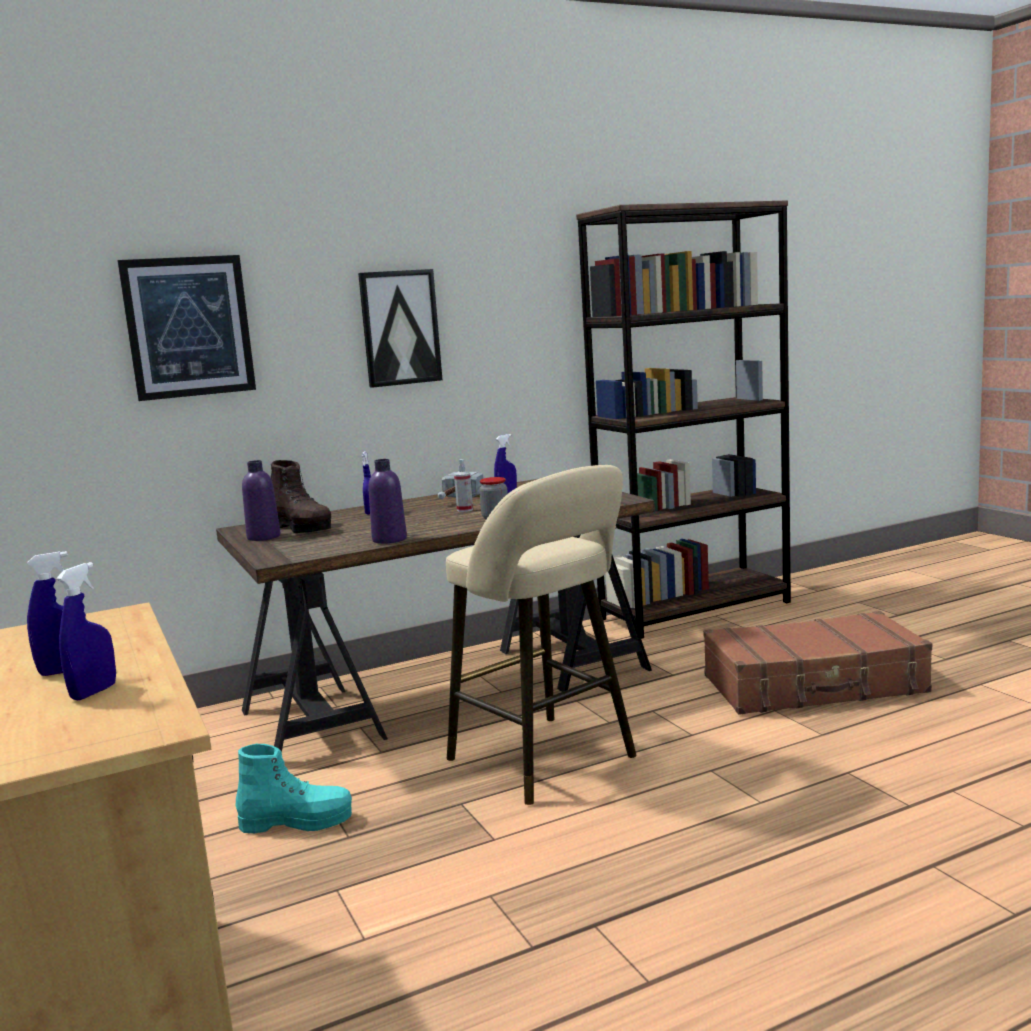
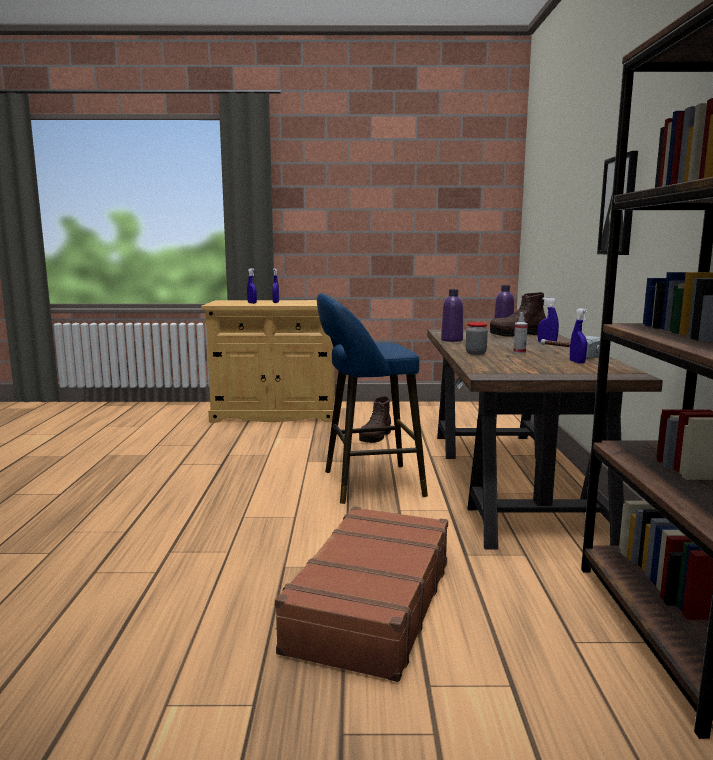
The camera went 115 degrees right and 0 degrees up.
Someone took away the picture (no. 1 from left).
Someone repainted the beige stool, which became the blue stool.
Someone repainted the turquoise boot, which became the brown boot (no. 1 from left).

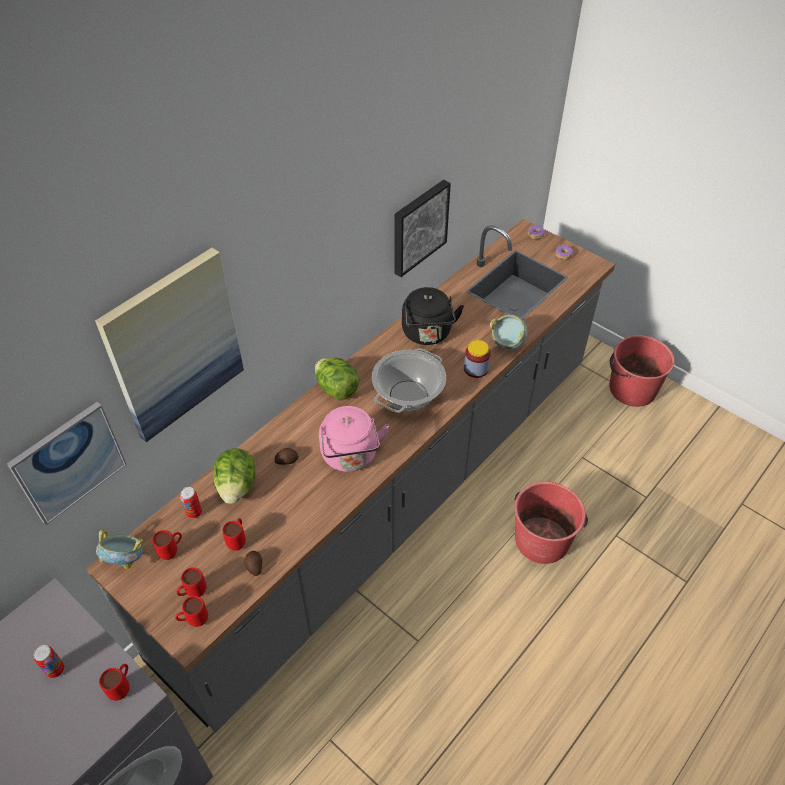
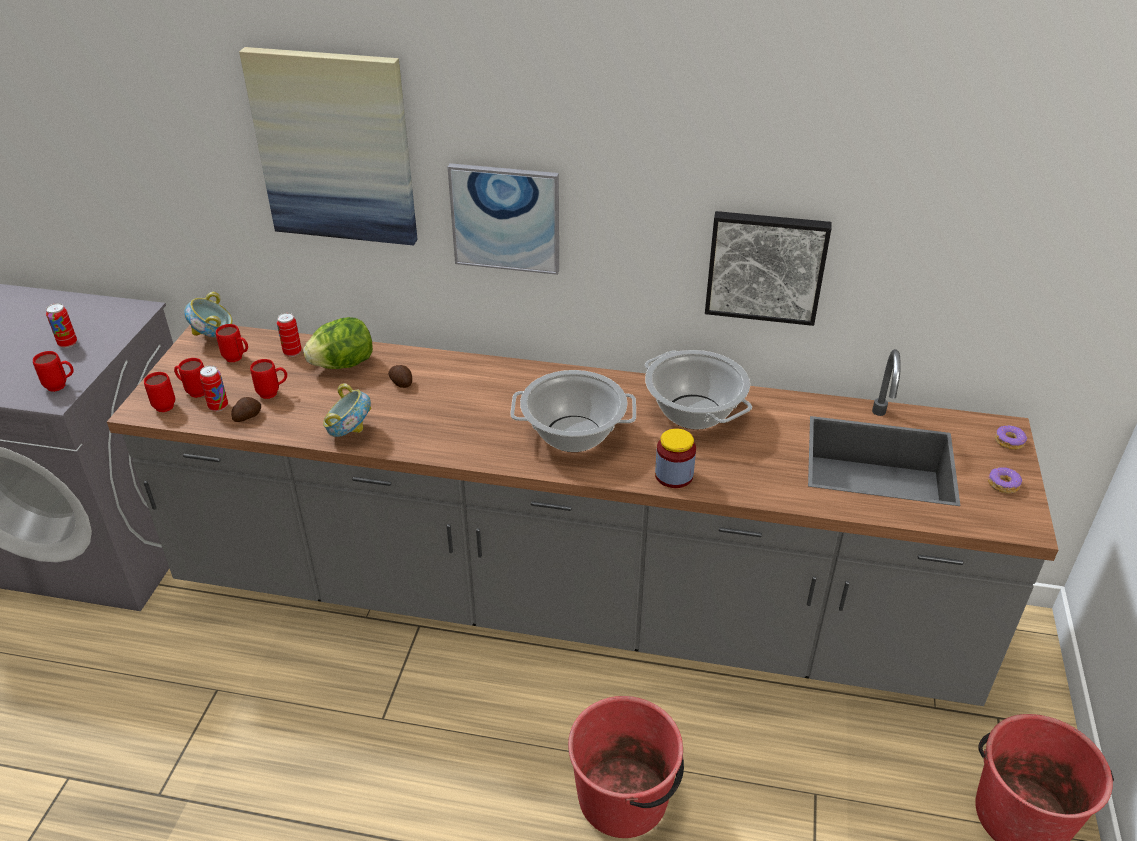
The camera went 60 degrees right and 10 degrees down.
Someone swapped the black kettle for the cooking pot (no. 2 from left).
Someone carried the bowl (no. 2 from left).
Someone took away the lettuce (no. 2 from left).
Someone carried the picture (no. 1 from left in the first image).
Someone took away the pink kettle.
Someone put down the can (no. 2 from left).

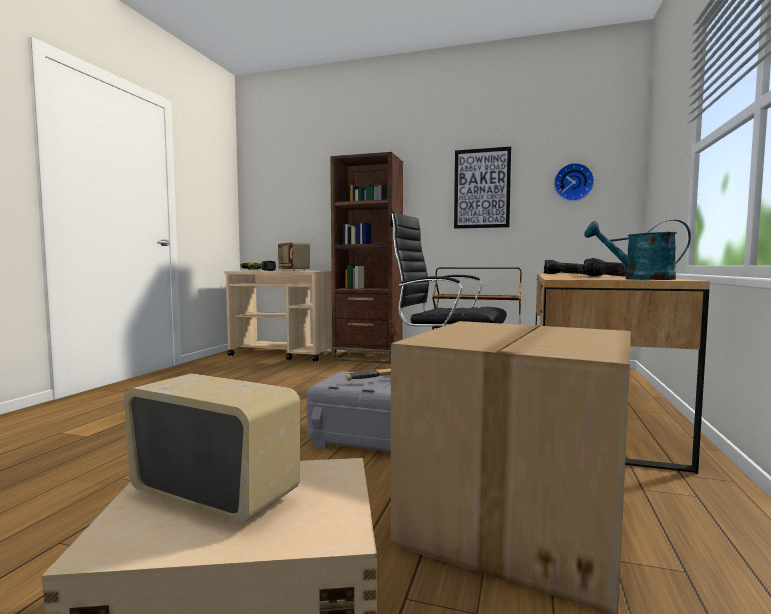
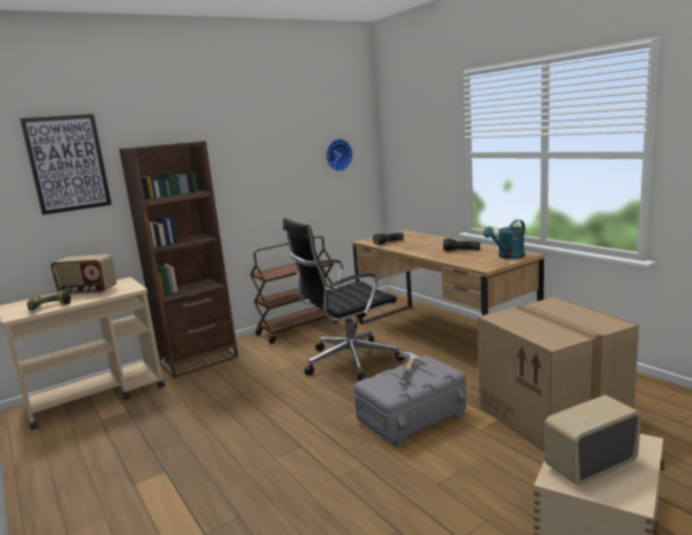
The camera went 50 degrees left and 10 degrees up.
Someone carried the picture.

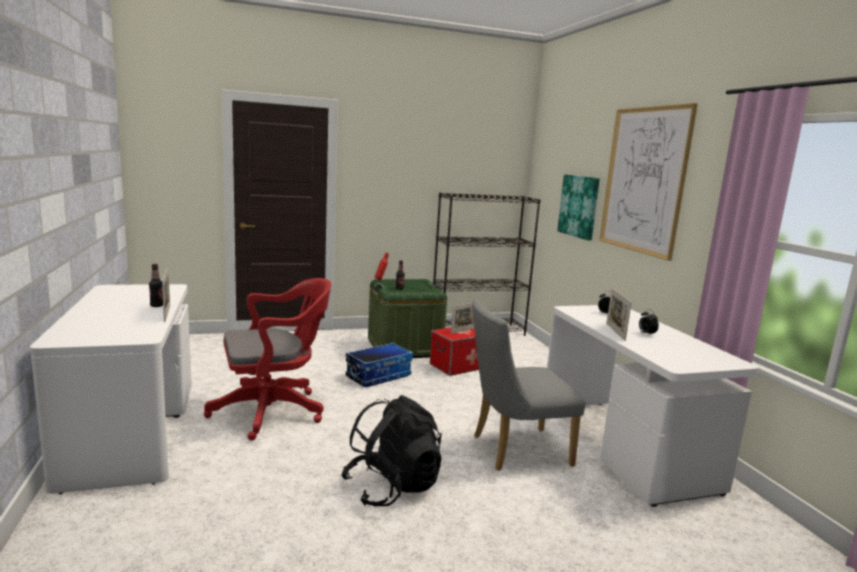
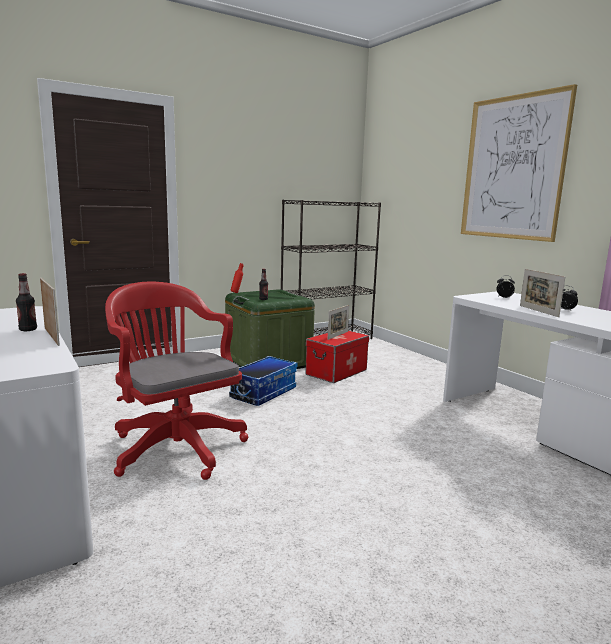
The camera went 15 degrees left and 0 degrees up.
Someone took away the picture (no. 1 from left).
Someone rotated the red office chair by 90 degrees counterclockwise.
Someone took away the grey chair.
Someone took away the black backpack.

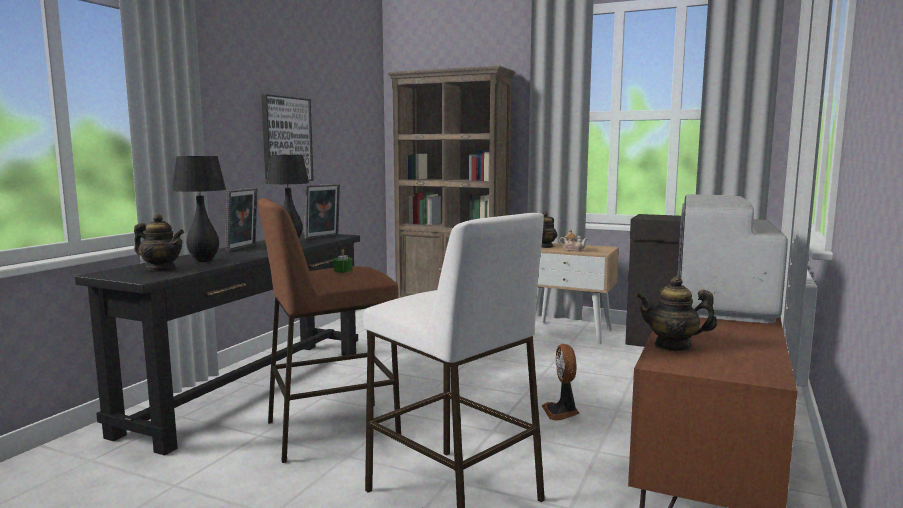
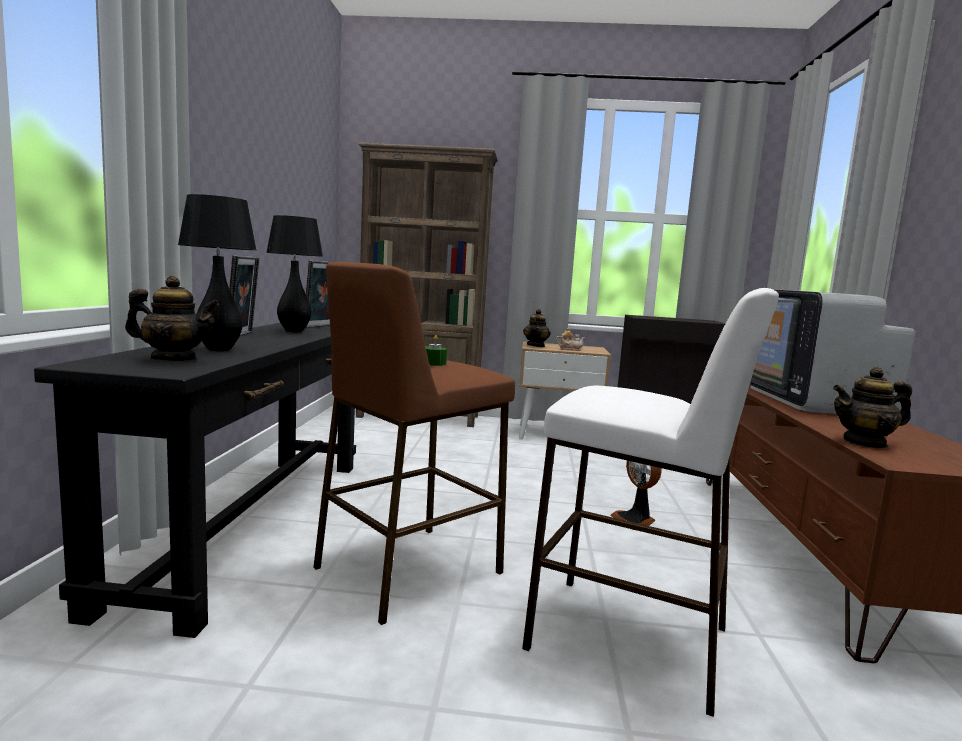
The camera went 20 degrees left and 0 degrees up.
Someone took away the picture.

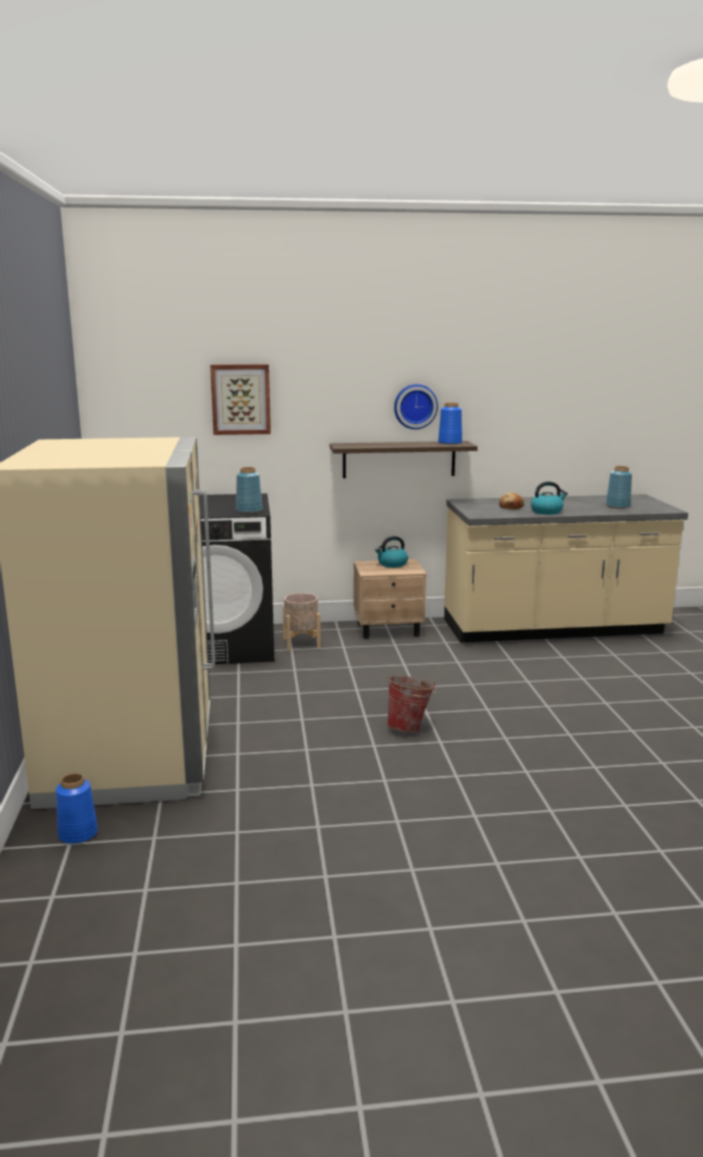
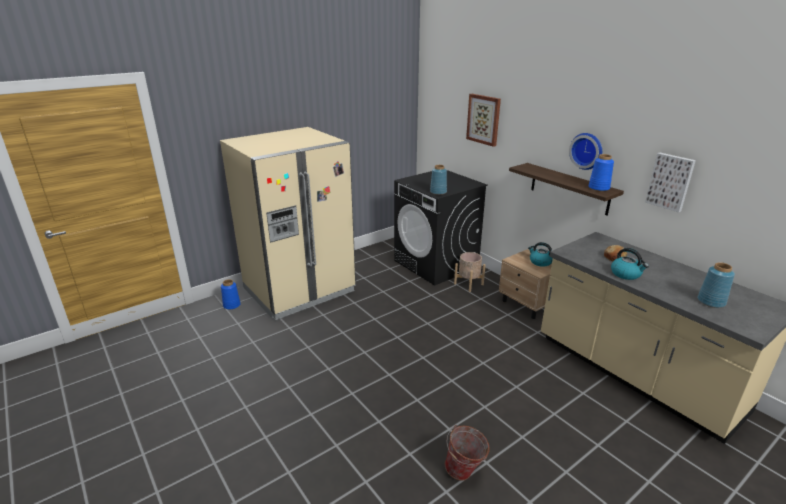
The camera went 60 degrees right and 10 degrees up.
Someone carried the bucket.
Someone put up the picture (no. 2 from left).

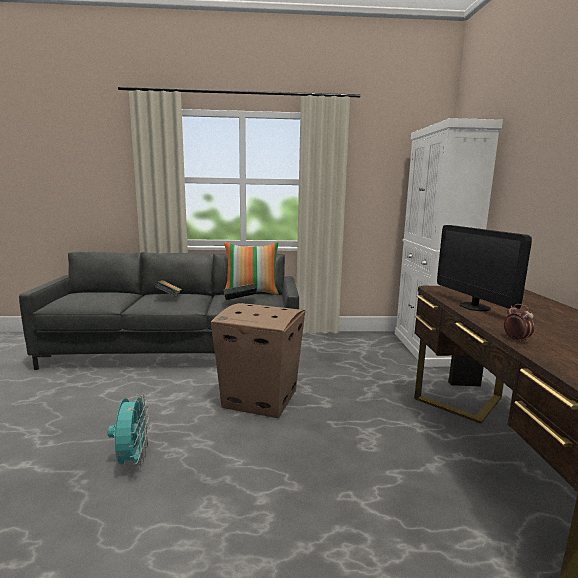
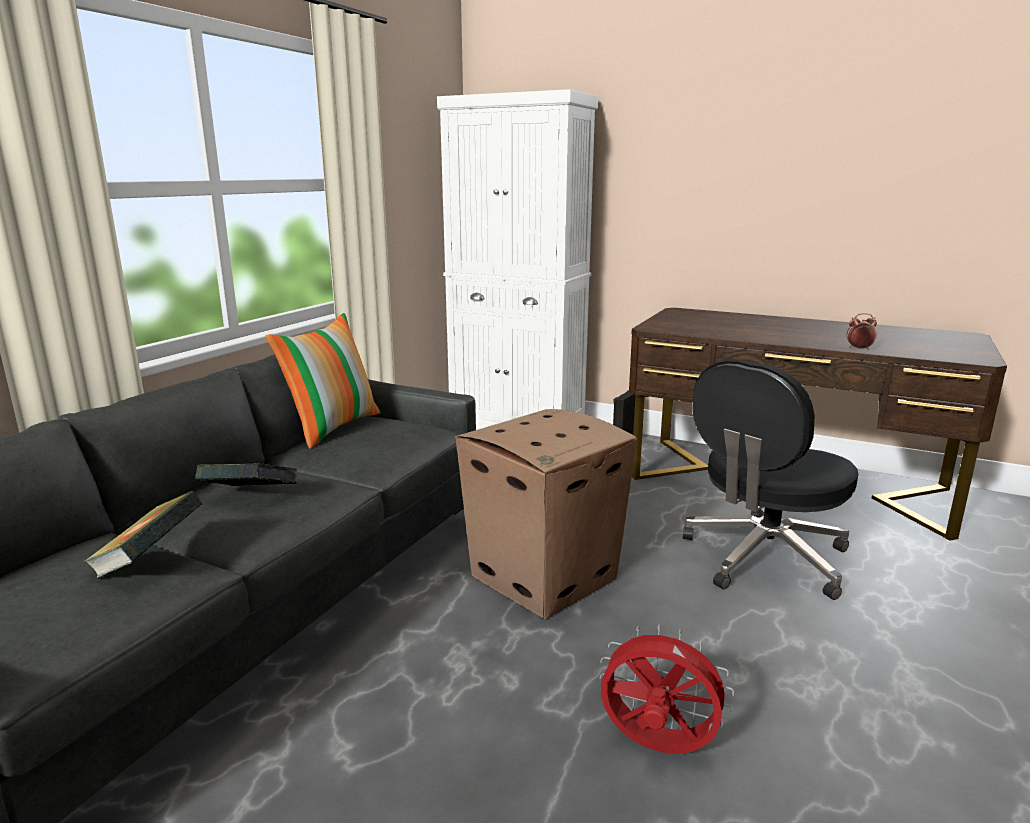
The camera went 60 degrees left and 5 degrees up.
Someone took away the monitor.
Someone carried the book (no. 2 from left in the first image).
Someone repainted the turquoise fan, which became the red fan.
Someone put down the black office chair.

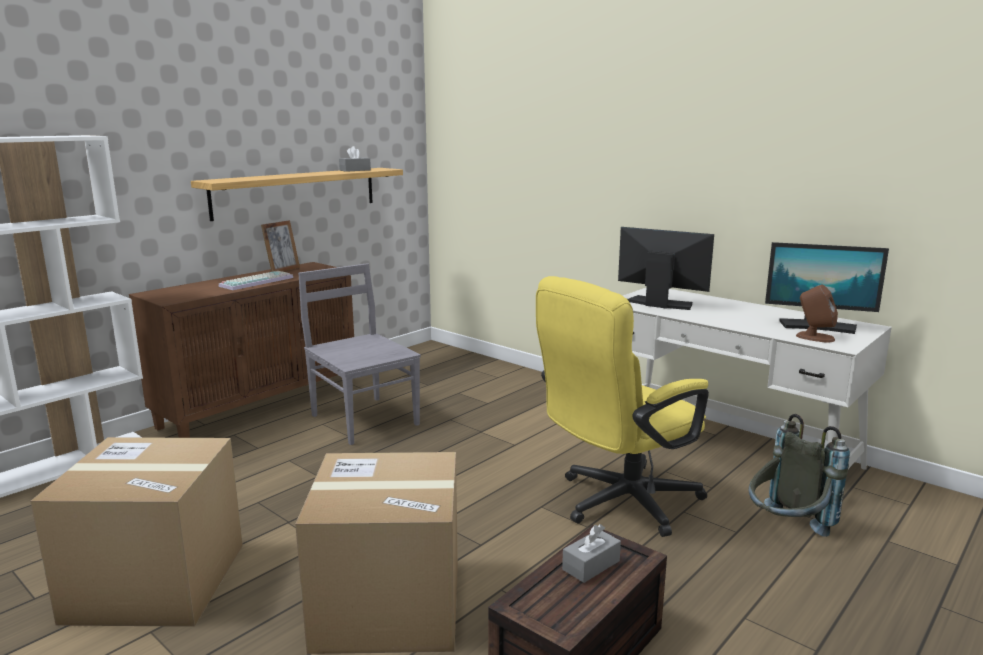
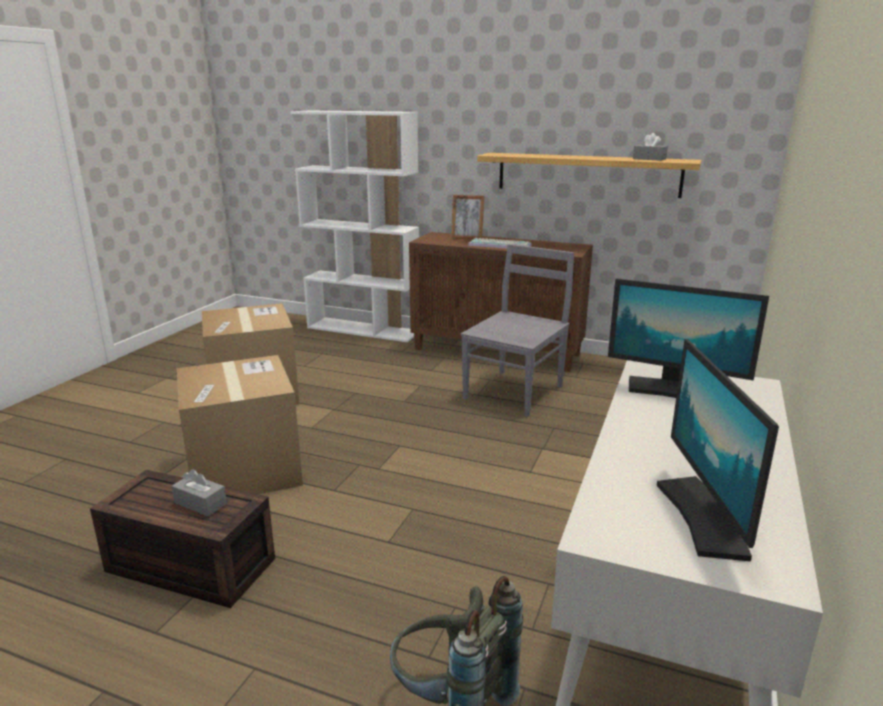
The camera went 70 degrees right and 5 degrees up.
Someone carried the picture frame.
Someone rotated the monitor (no. 1 from left) by 105 degrees clockwise.
Someone took away the yellow office chair.
Someone took away the brown speaker.

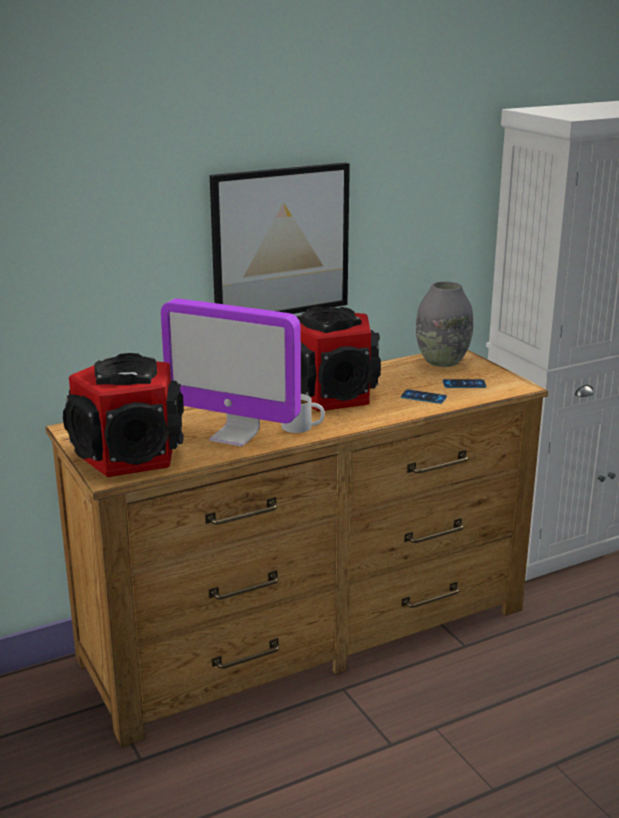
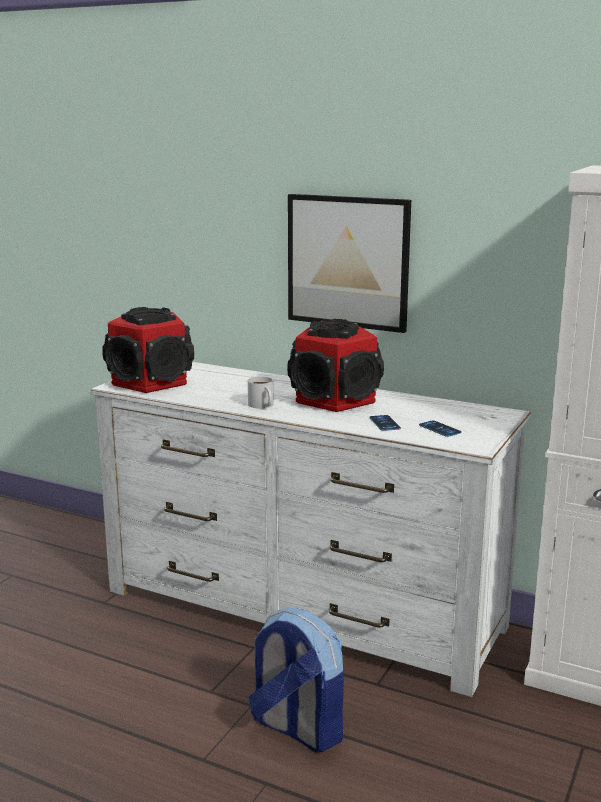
The camera went 55 degrees right and 5 degrees down.
Someone took away the grey vase.
Someone took away the monitor.
Someone repainted the brown dresser, which became the white dresser.
Someone put down the backpack.

